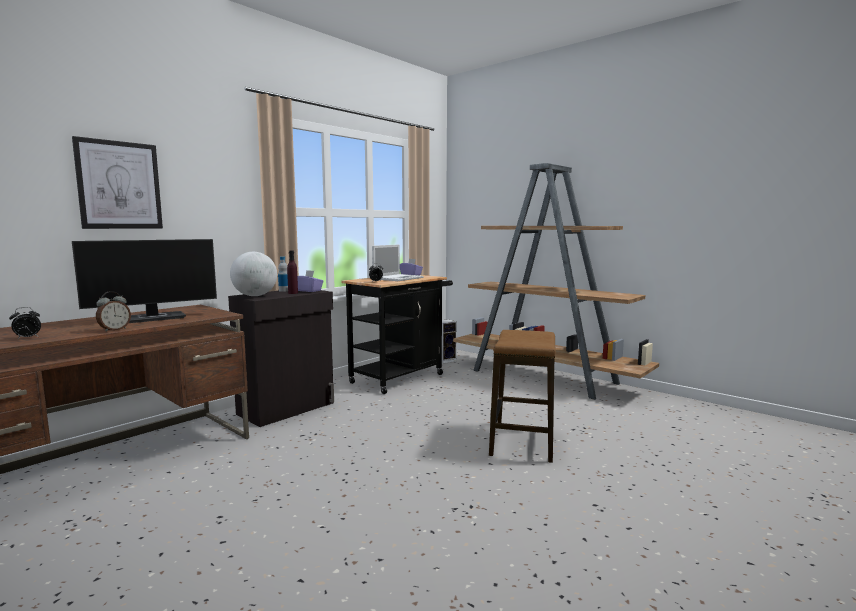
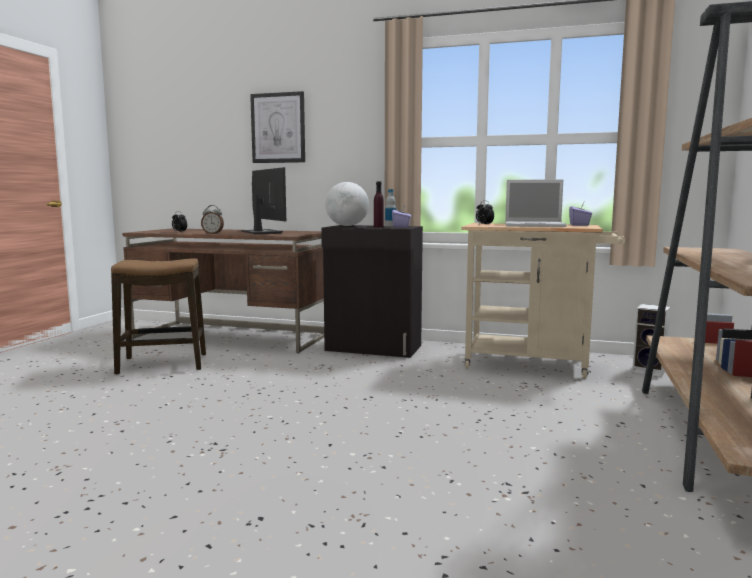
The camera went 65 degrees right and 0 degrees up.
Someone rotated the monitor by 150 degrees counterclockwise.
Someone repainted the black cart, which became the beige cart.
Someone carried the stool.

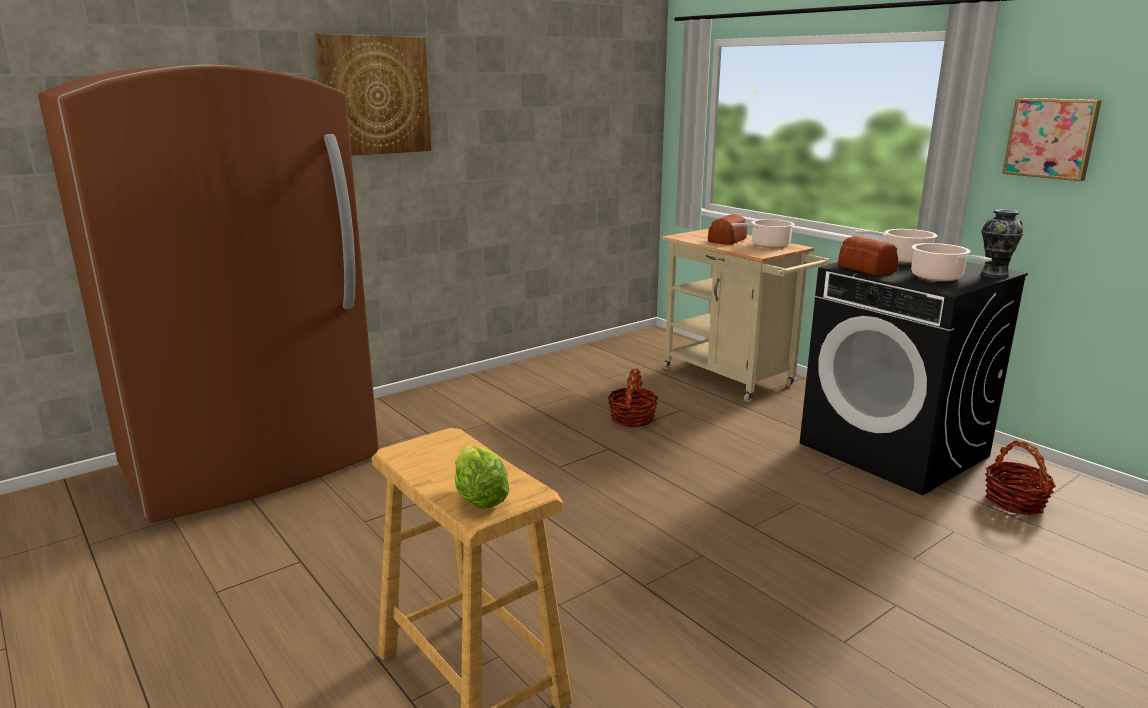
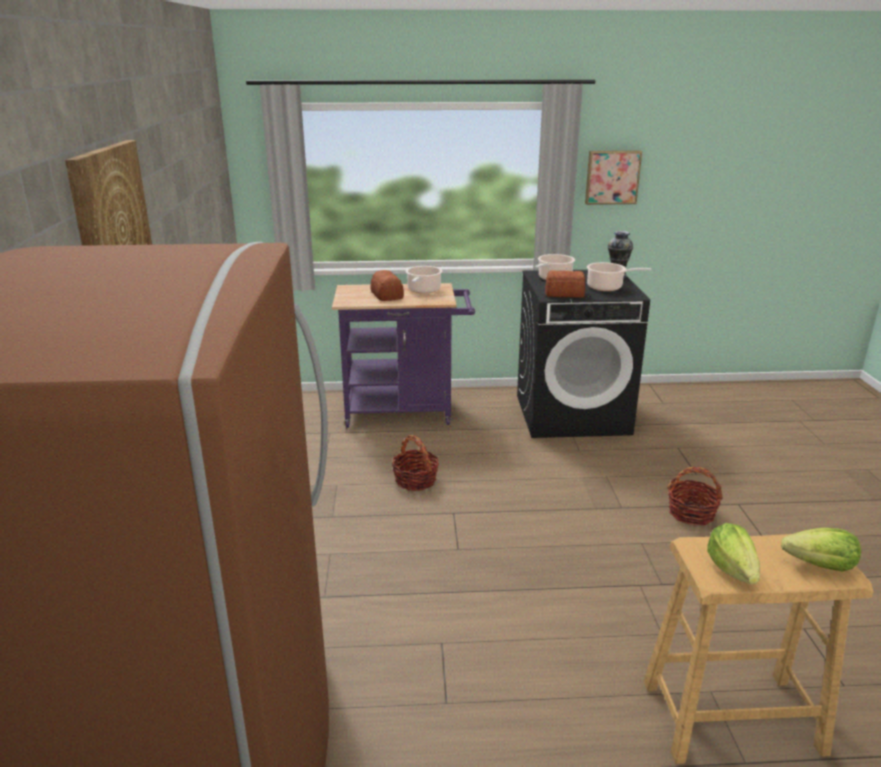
The camera went 55 degrees left and 5 degrees up.
Someone repainted the beige cart, which became the purple cart.
Someone carried the basket (no. 2 from left).
Someone put down the lettuce (no. 1 from left).

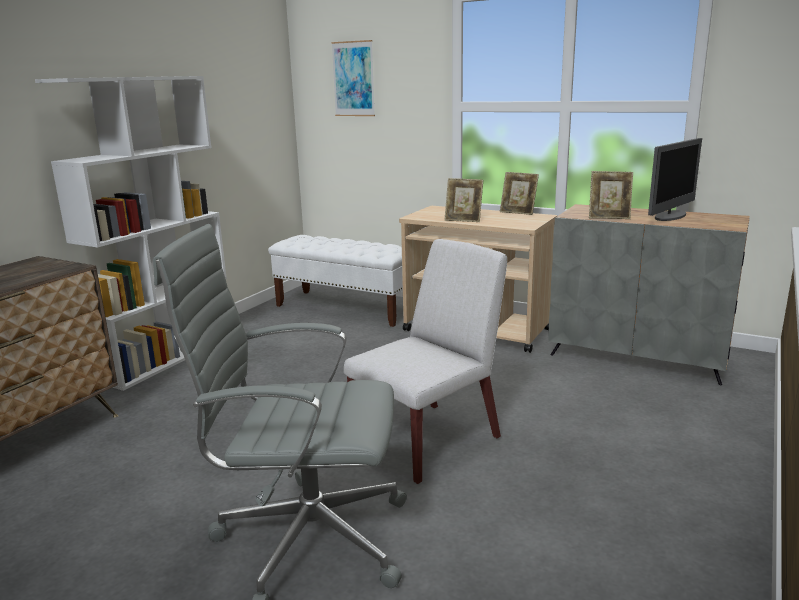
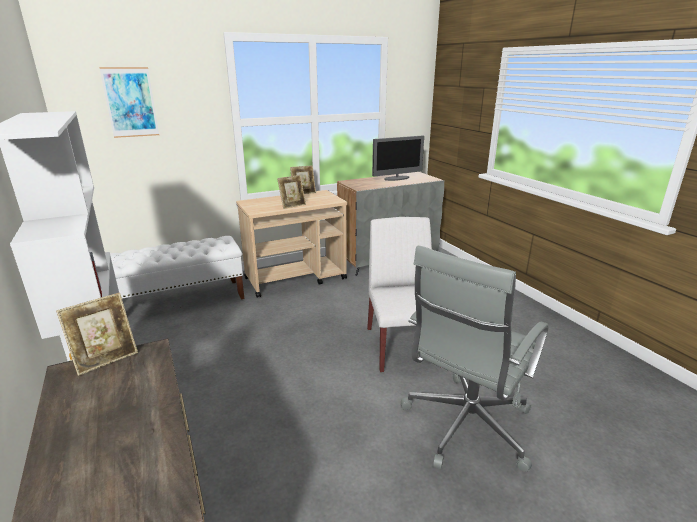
The camera went 55 degrees left and 5 degrees up.
Someone rotated the monitor by 75 degrees clockwise.
Someone carried the picture frame (no. 3 from left in the first image).

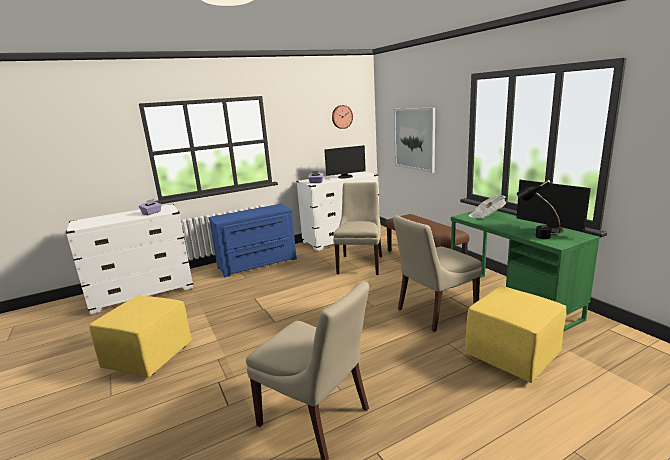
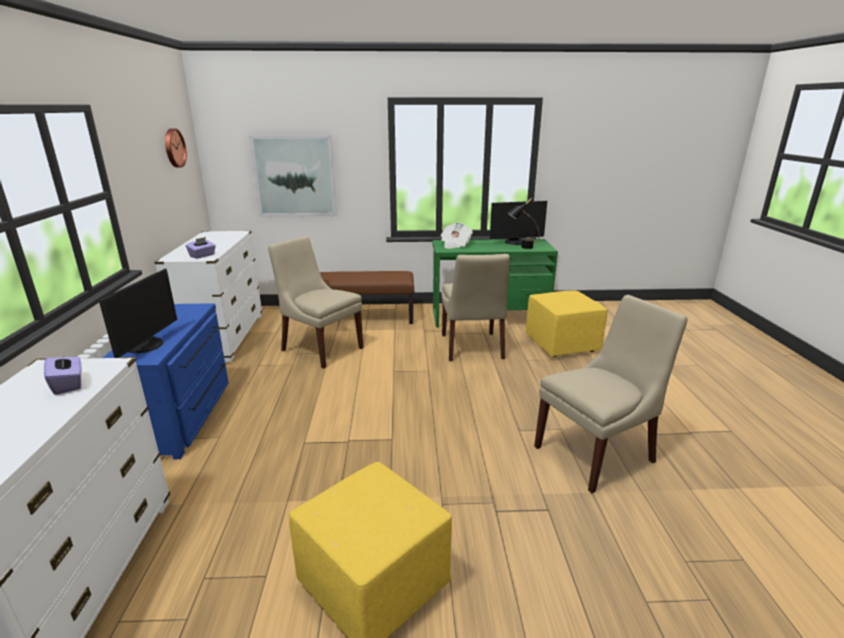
The camera went 65 degrees left and 5 degrees up.
Someone carried the monitor (no. 1 from left).

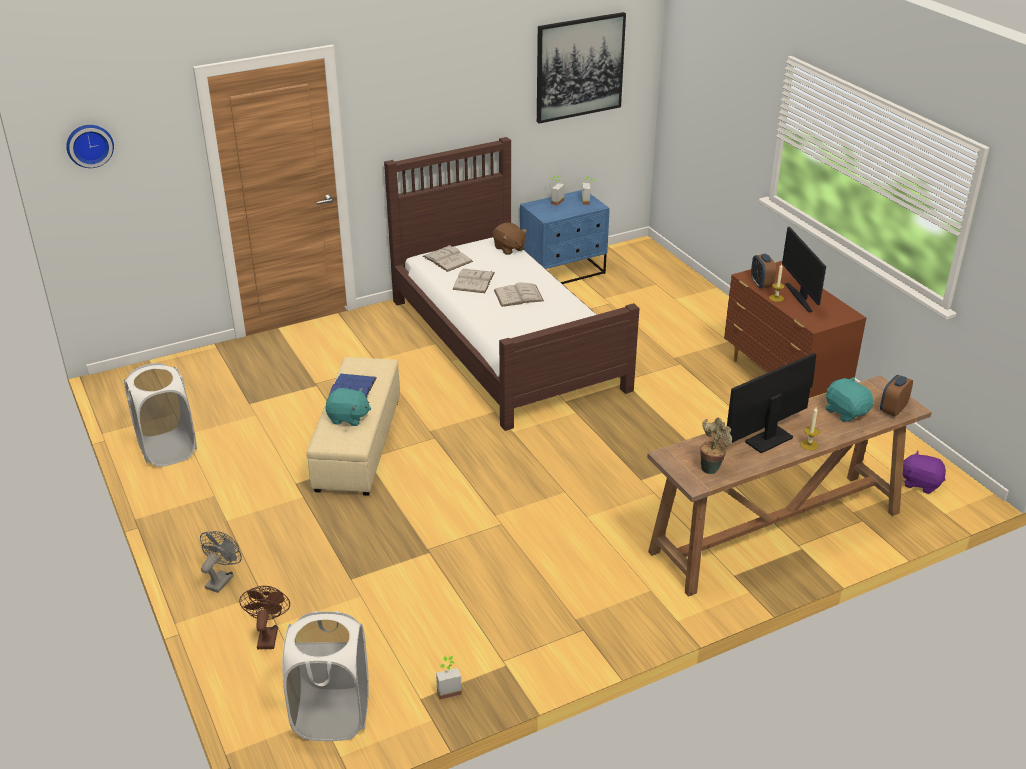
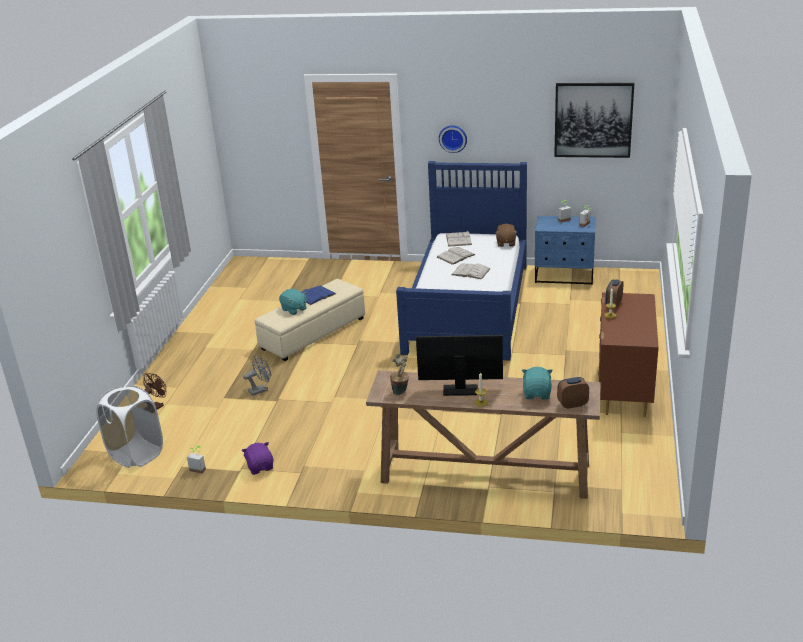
The camera went 40 degrees right and 5 degrees down.
Someone carried the wall clock.
Someone repainted the brown bed, which became the blue bed.
Someone took away the monitor (no. 2 from left).
Someone took away the white laundry basket (no. 1 from left).
Someone carried the purple plush toy.
Someone carried the grey fan.

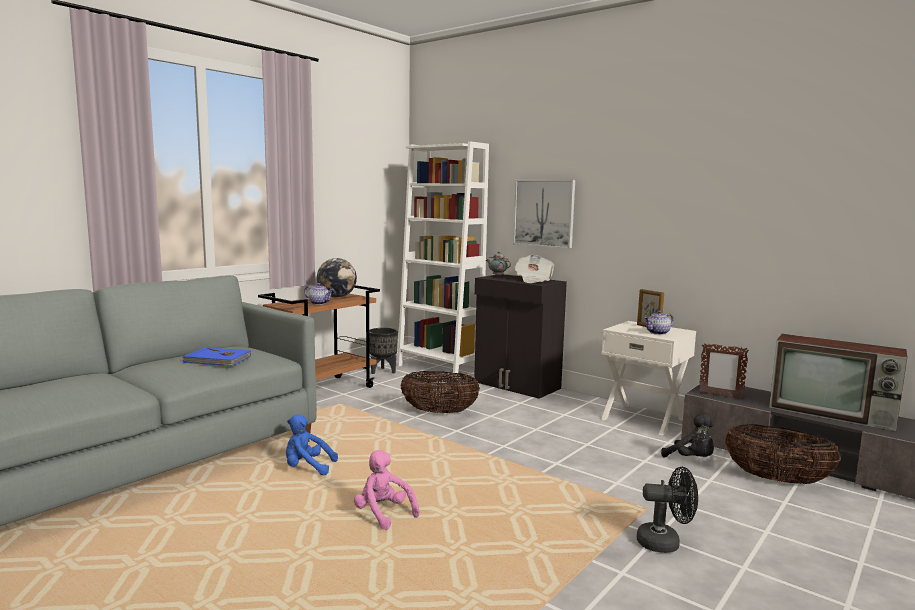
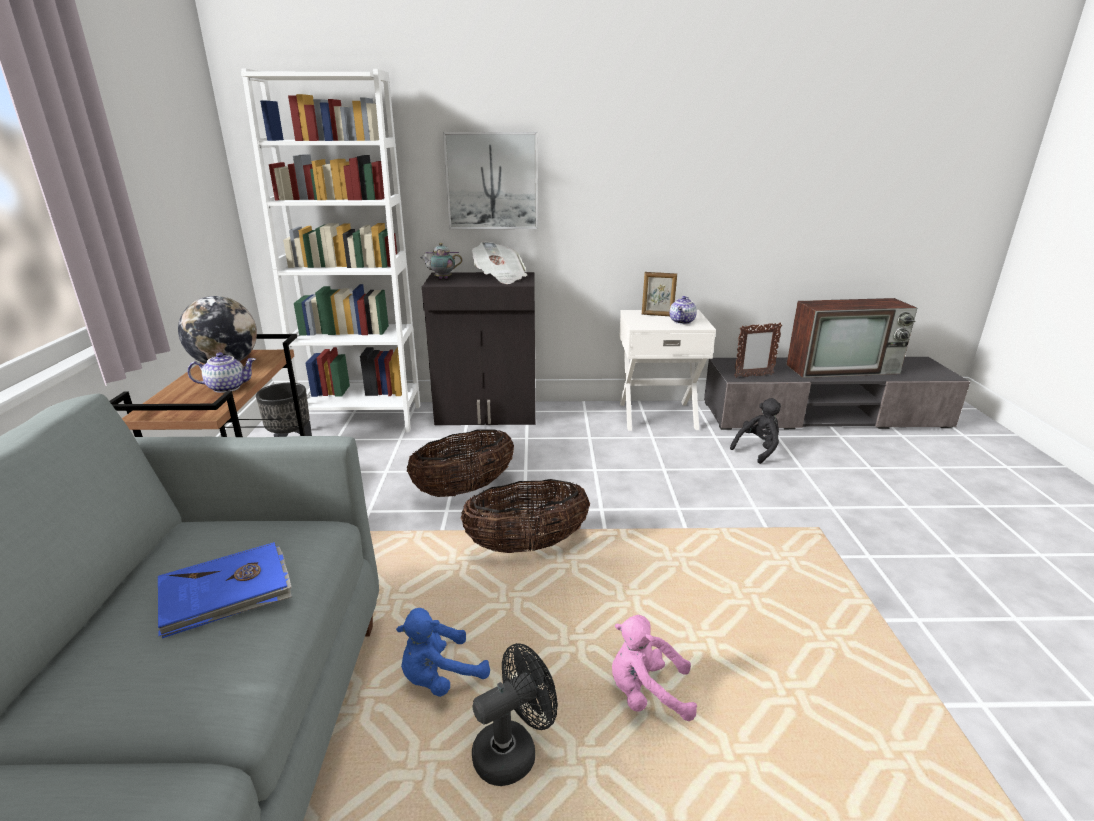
The camera went 40 degrees left and 15 degrees up.
Someone rotated the black plush toy by 45 degrees counterclockwise.
Someone carried the basket (no. 2 from left).
Someone carried the black fan.

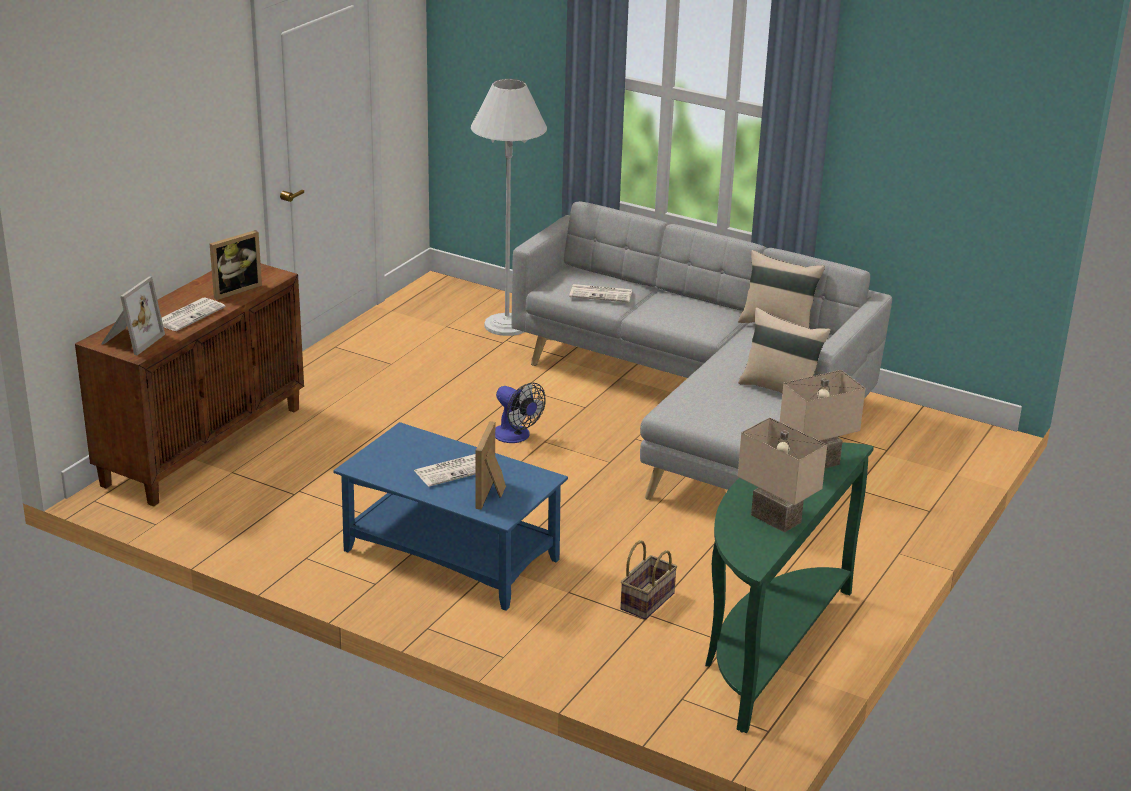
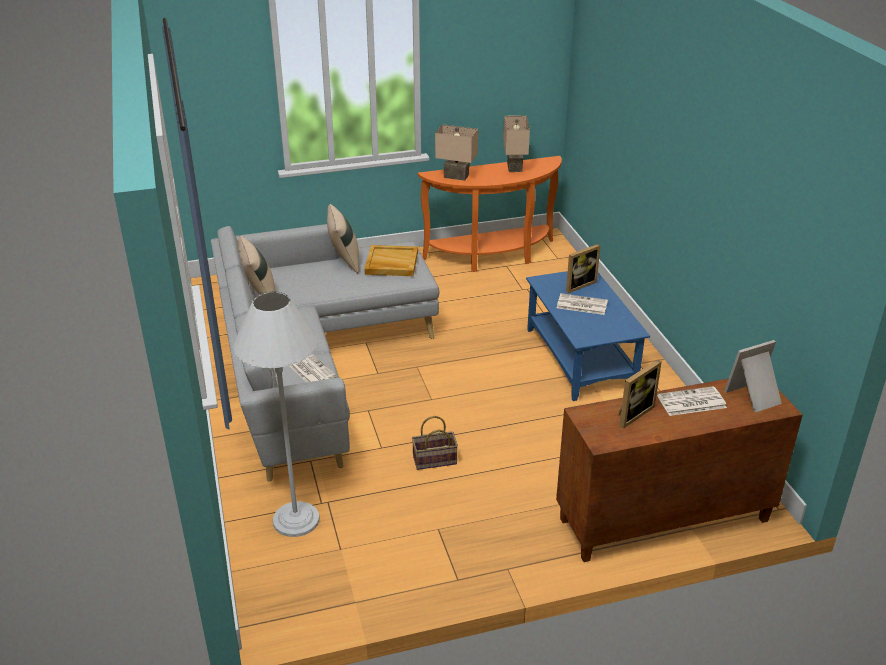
The camera went 135 degrees left and 5 degrees up.
Someone rotated the picture frame (no. 2 from left) by 135 degrees clockwise.
Someone took away the fan.
Someone repainted the green console table, which became the orange console table.
Someone carried the basket.
Someone put down the beige tray.

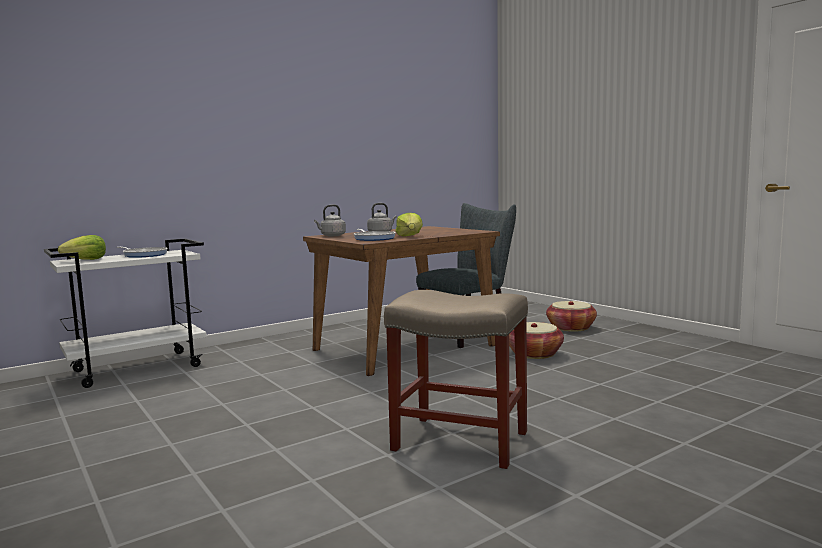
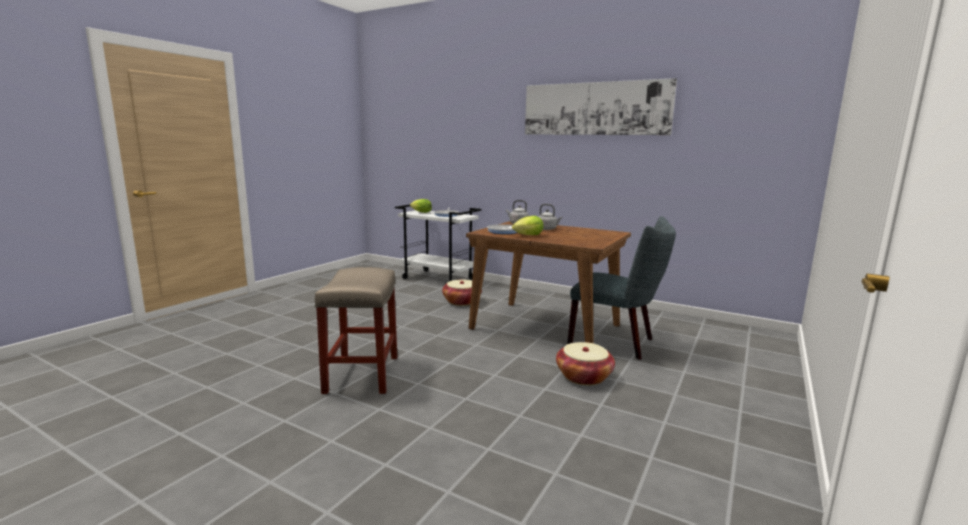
The camera went 65 degrees right and 5 degrees up.
Someone carried the basket (no. 2 from left in the first image).
Someone put up the picture.

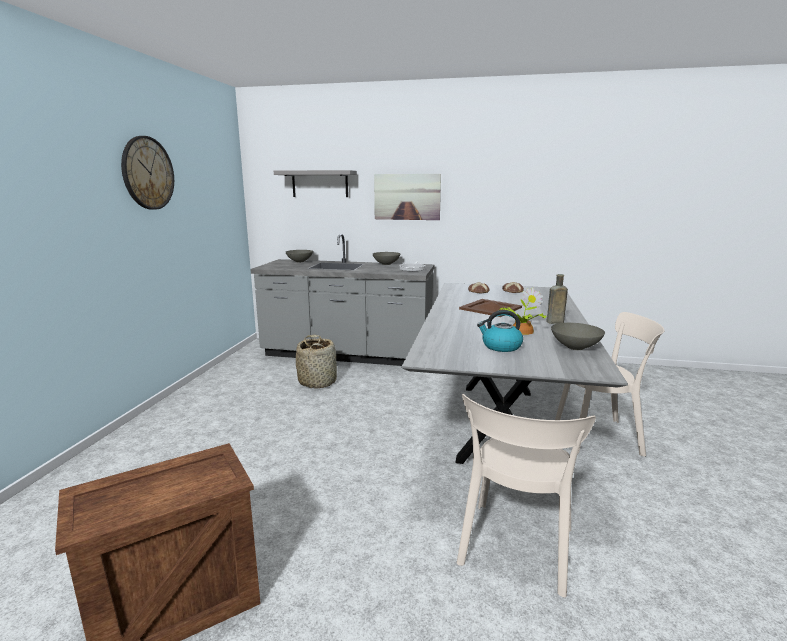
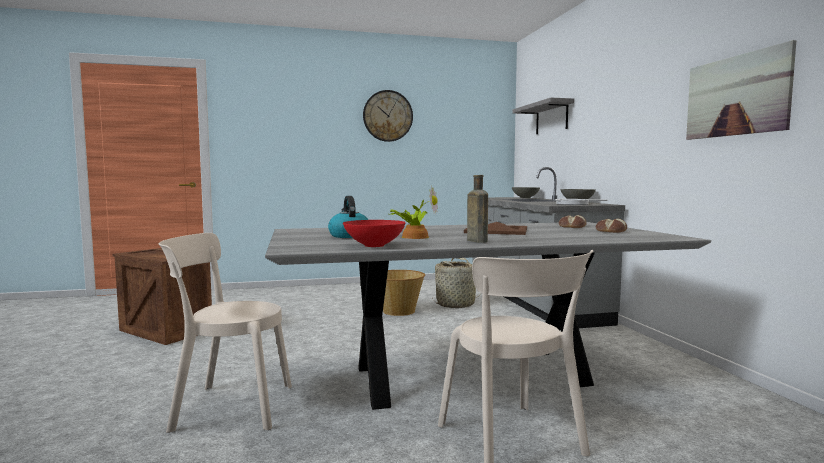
The camera went 65 degrees right and 10 degrees down.
Someone carried the picture.
Someone repainted the grey bowl (no. 3 from left), which became the red bowl.
Someone put down the basket (no. 1 from left).

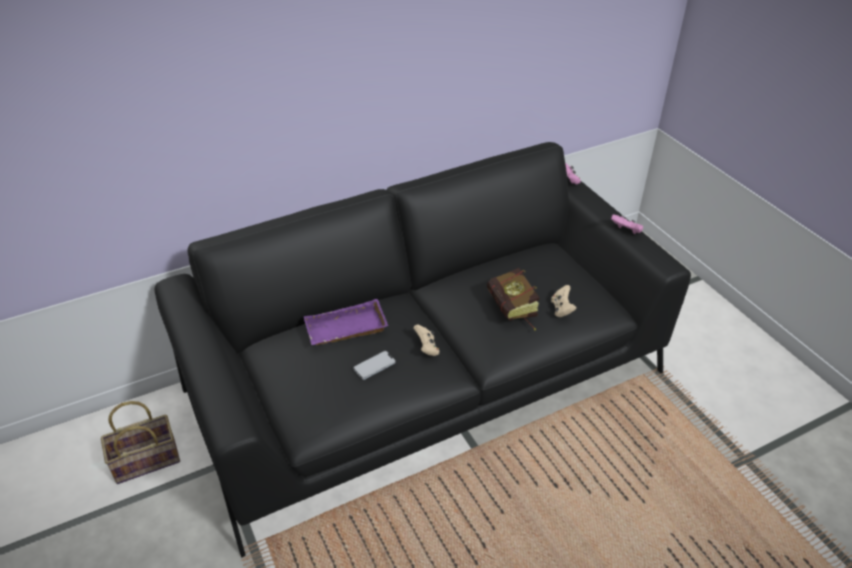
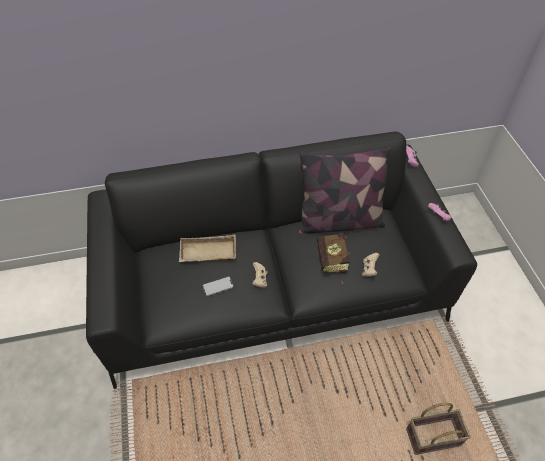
The camera went 15 degrees right and 10 degrees up.
Someone repainted the purple tray, which became the beige tray.
Someone carried the basket.
Someone put down the pillow.

